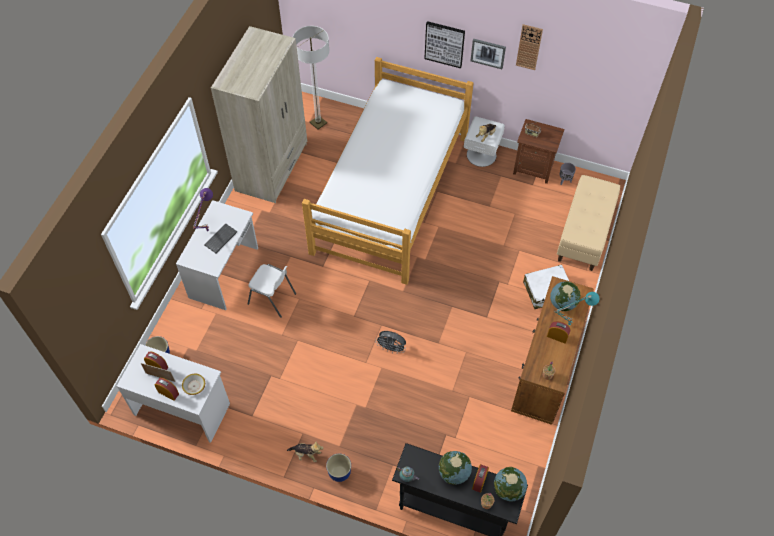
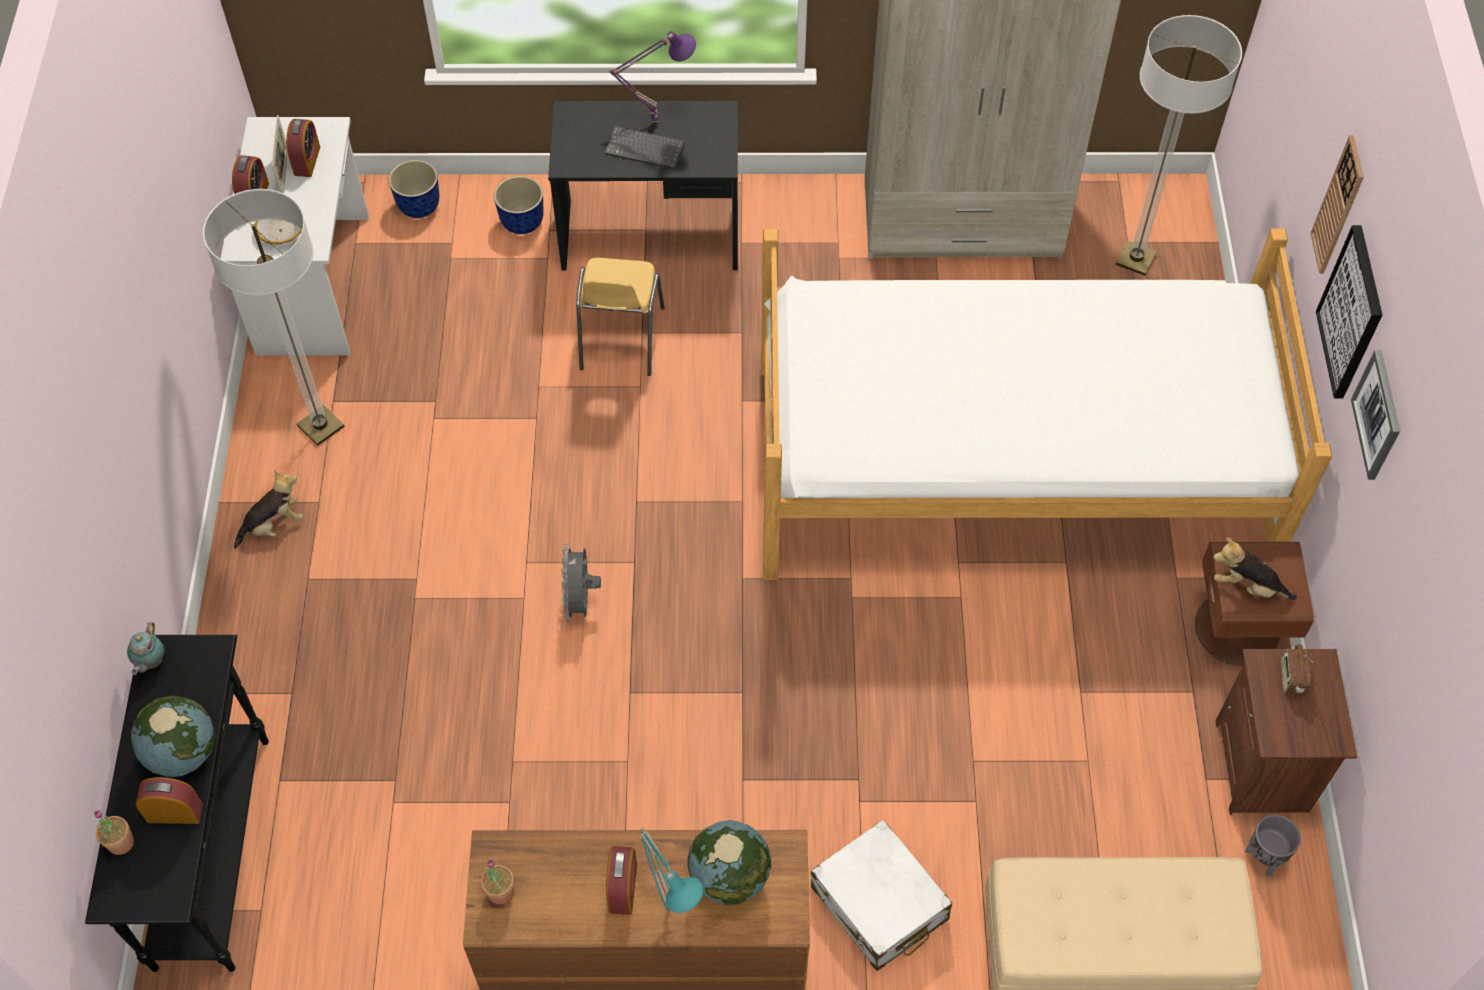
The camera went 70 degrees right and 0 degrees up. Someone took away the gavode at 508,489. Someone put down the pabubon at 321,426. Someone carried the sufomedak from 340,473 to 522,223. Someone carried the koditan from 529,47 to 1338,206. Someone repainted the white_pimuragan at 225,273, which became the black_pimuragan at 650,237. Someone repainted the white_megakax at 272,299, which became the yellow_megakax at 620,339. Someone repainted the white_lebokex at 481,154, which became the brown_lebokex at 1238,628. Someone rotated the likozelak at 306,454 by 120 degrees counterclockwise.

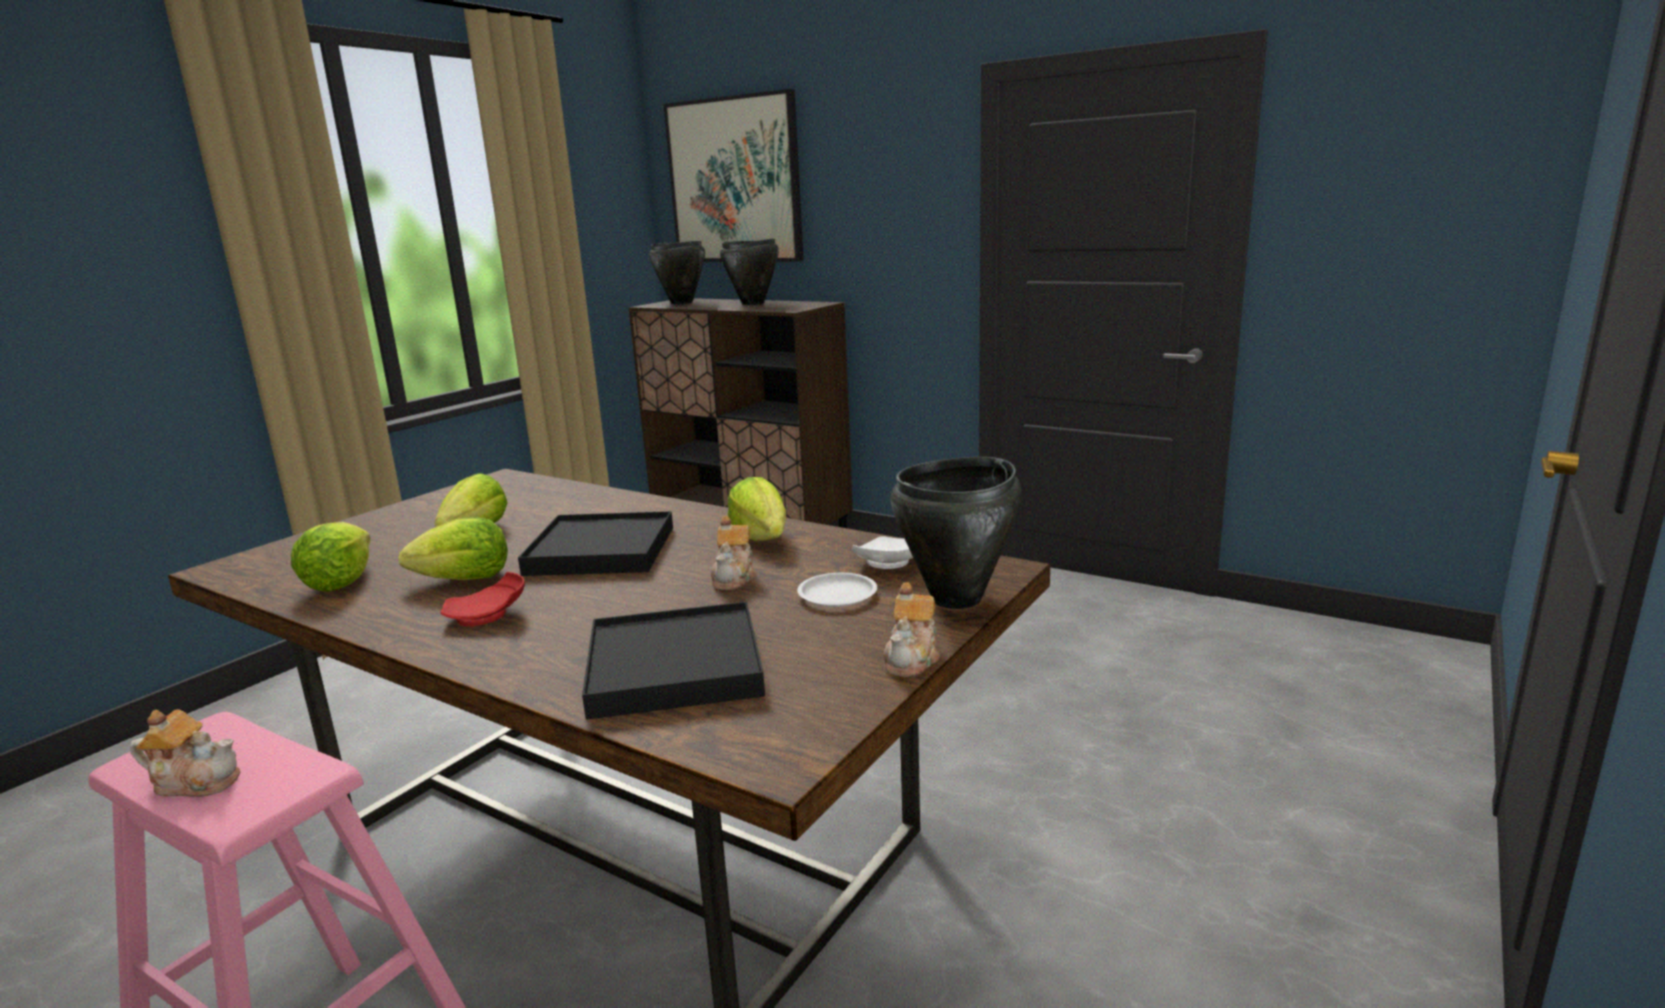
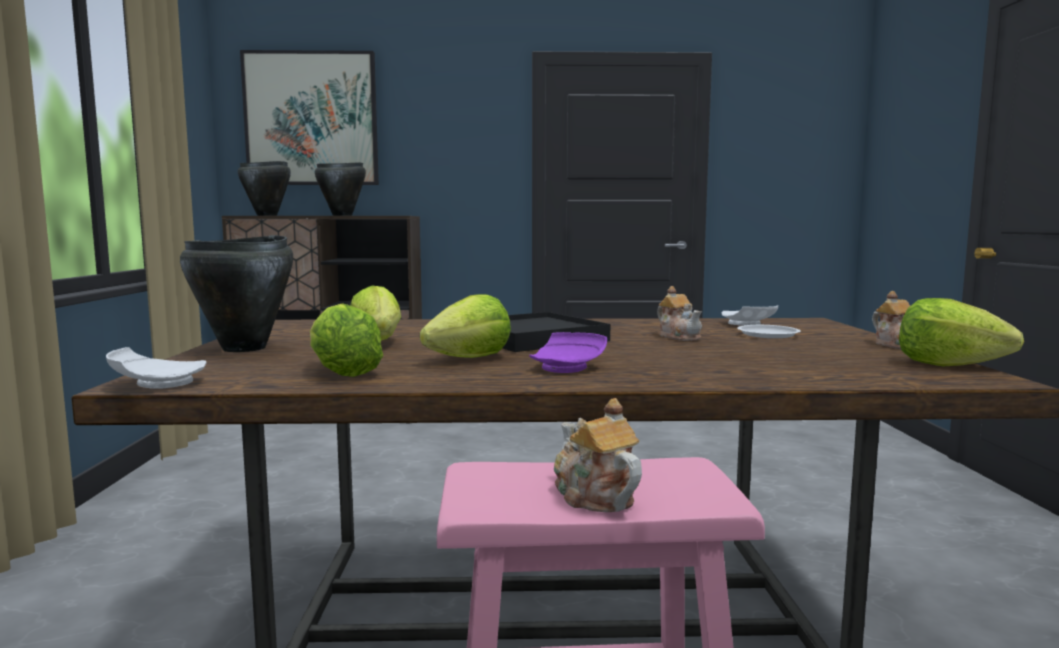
The camera went 35 degrees left and 10 degrees down. Someone took away the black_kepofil at 675,667. Someone put down the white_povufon at 157,384. Someone carried the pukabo from 761,538 to 948,364. Someone carried the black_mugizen from 957,599 to 245,348. Someone repainted the red_povufon at 488,616, which became the purple_povufon at 568,367. Someone rotated the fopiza at 196,781 by 90 degrees counterclockwise.

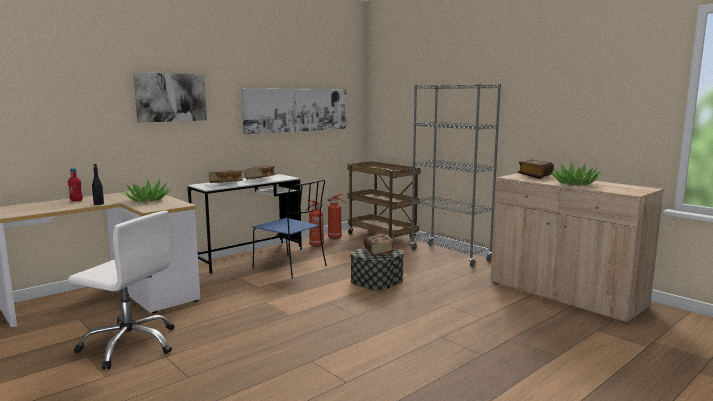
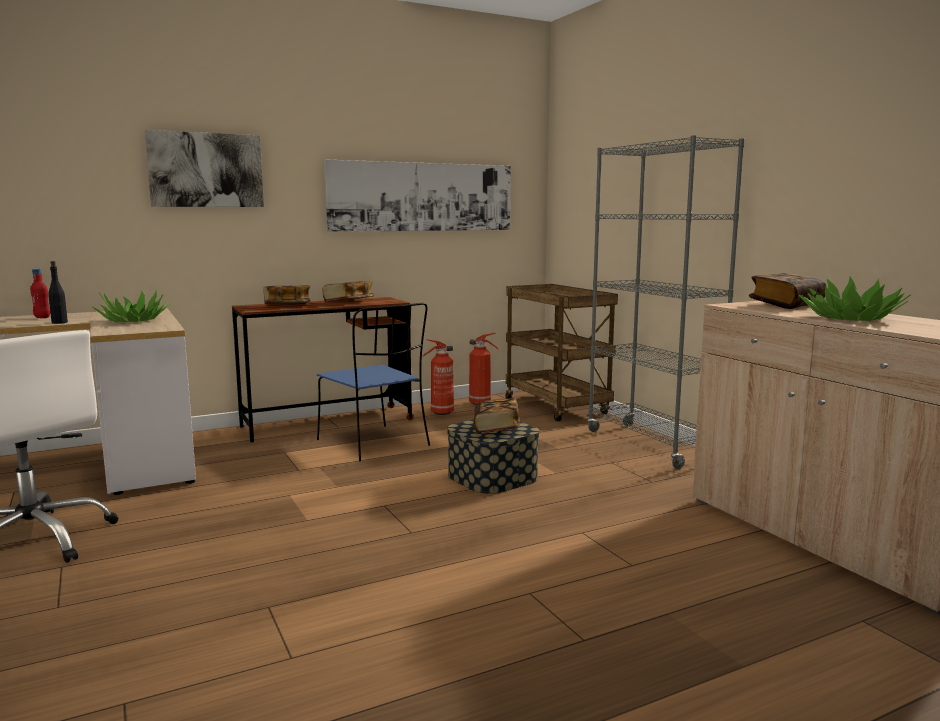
The camera went 15 degrees right and 0 degrees up. Someone repainted the white_pimuragan at 249,257, which became the brown_pimuragan at 327,423.

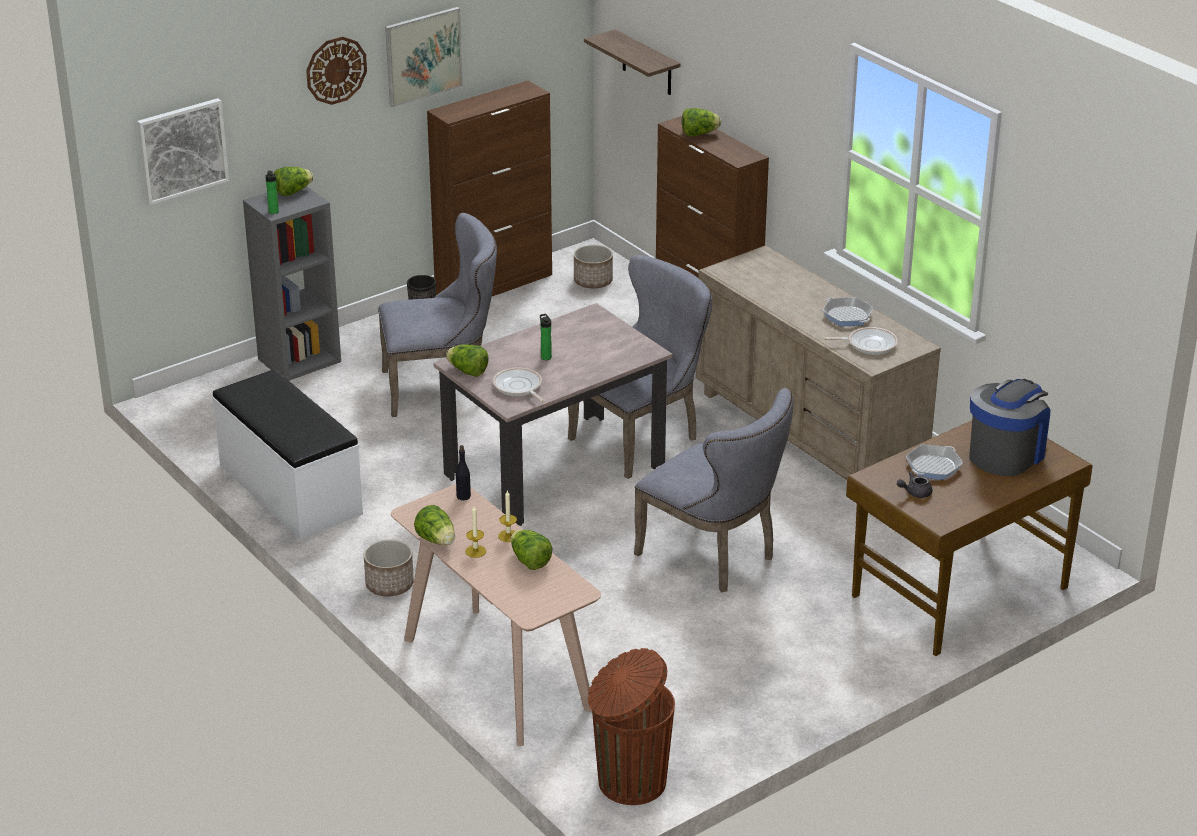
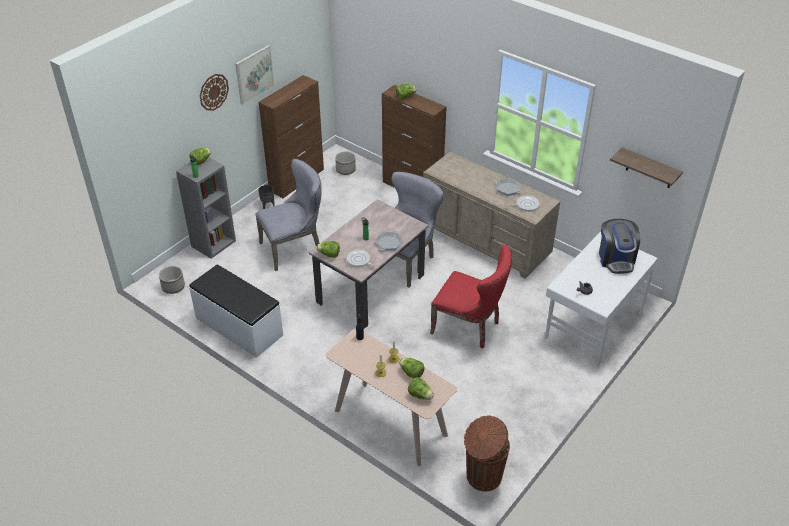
The camera went 15 degrees left and 10 degrees up. Someone took away the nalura at 182,150. Someone carried the sufomedak from 389,585 to 173,287. Someone carried the pukabo from 437,540 to 420,395. Someone carried the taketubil from 647,64 to 649,169. Someone carried the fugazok from 933,466 to 388,243. Someone repainted the grey_megakax at 714,557, which became the red_megakax at 470,327. Someone repainted the brown_pimuragan at 957,591, which became the white_pimuragan at 592,325. Someone rotated the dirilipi at 1006,454 by 150 degrees clockwise.

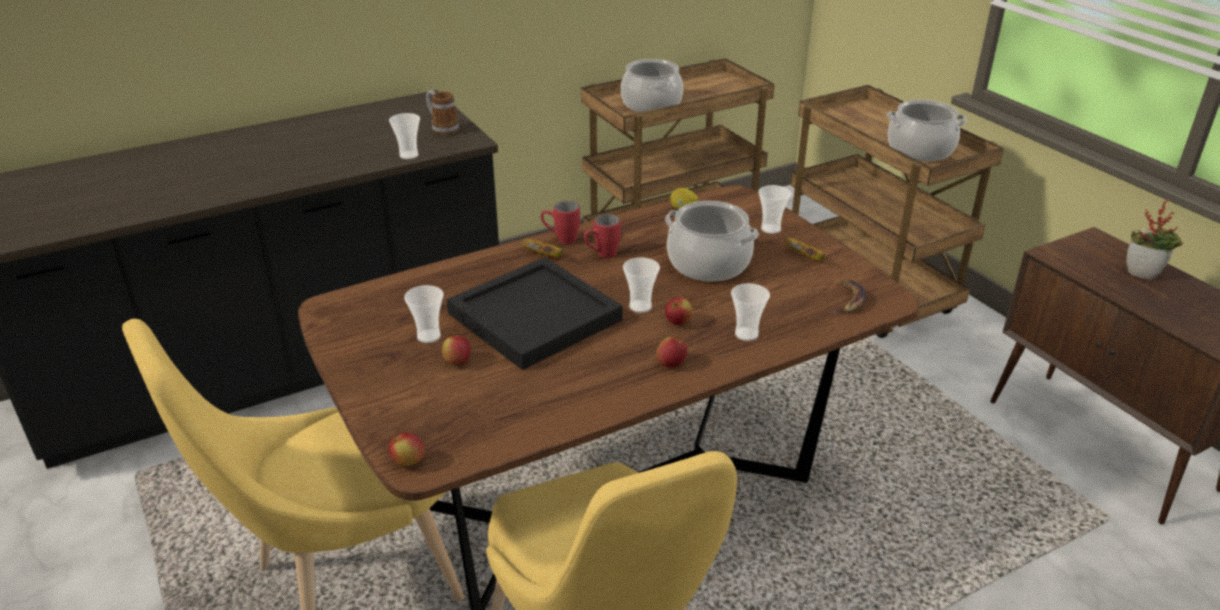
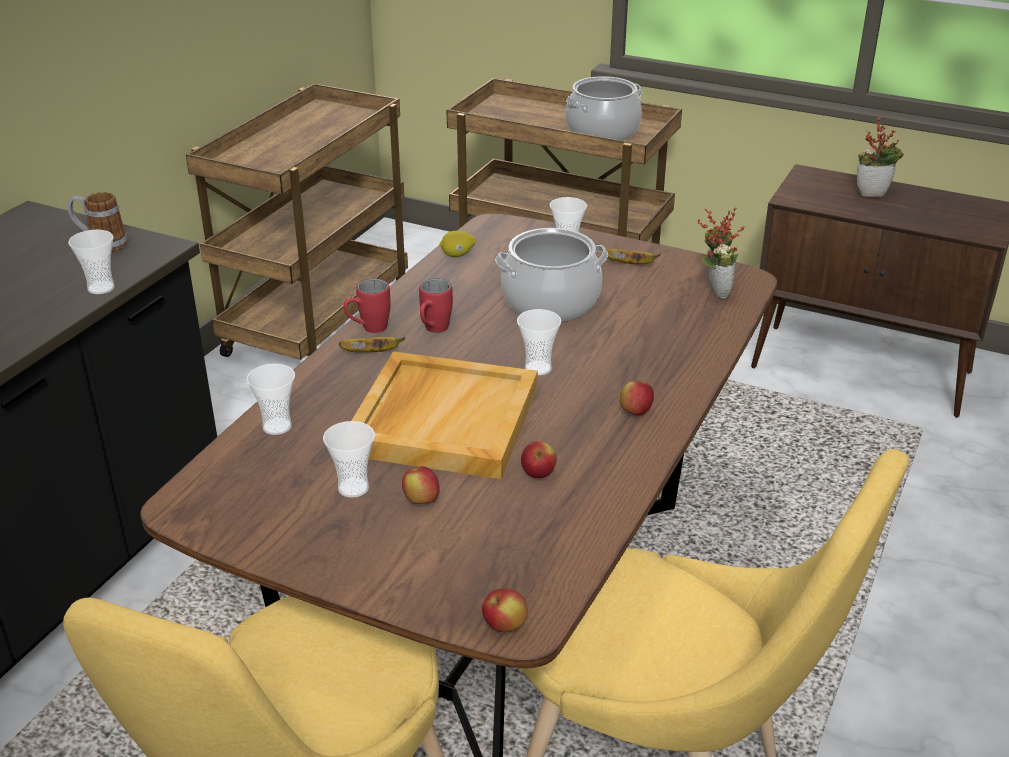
The camera went 35 degrees left and 0 degrees up. Someone took away the mugizen at 651,104. Someone carried the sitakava from 678,322 to 538,474. Someone carried the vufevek from 746,334 to 277,426. Someone swapped the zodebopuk at 849,300 for the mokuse at 714,291. Someone repainted the black_kepofil at 535,315, which became the beige_kepofil at 443,419.

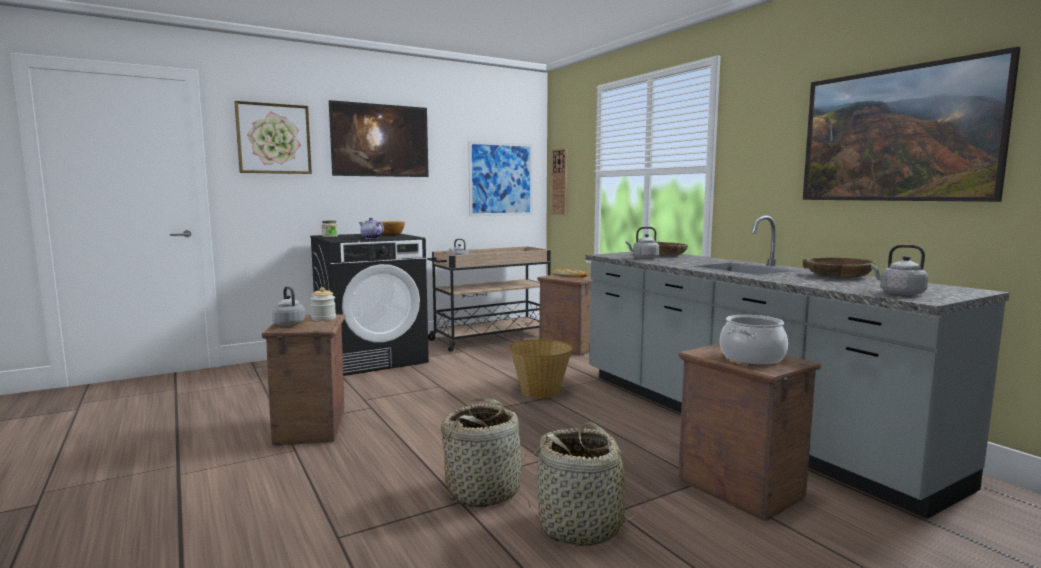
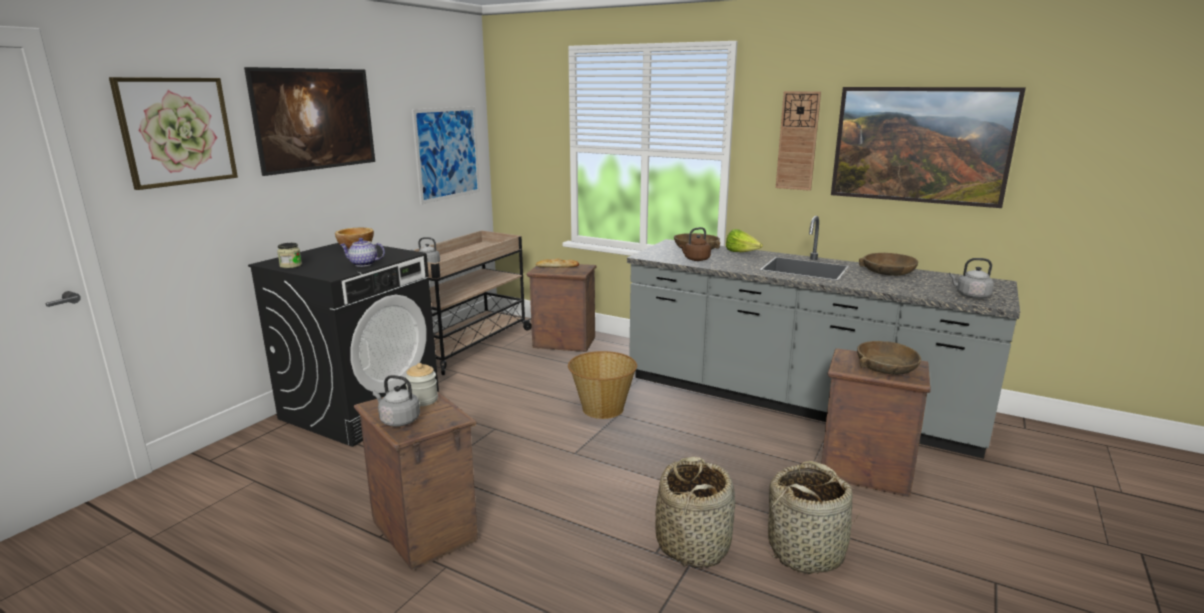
The camera went 30 degrees left and 10 degrees up. Someone put down the pukabo at 741,253. Someone carried the koditan from 559,182 to 797,141. Someone swapped the mugizen at 752,358 for the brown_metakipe at 886,367. Someone repainted the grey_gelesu at 644,258, which became the brown_gelesu at 695,259.

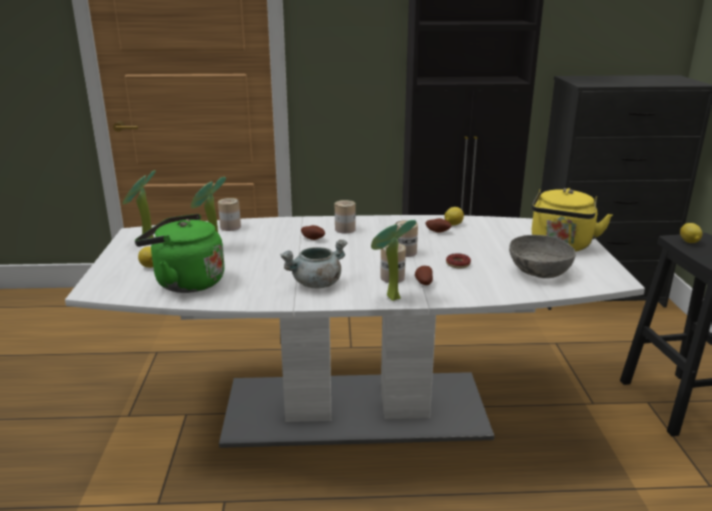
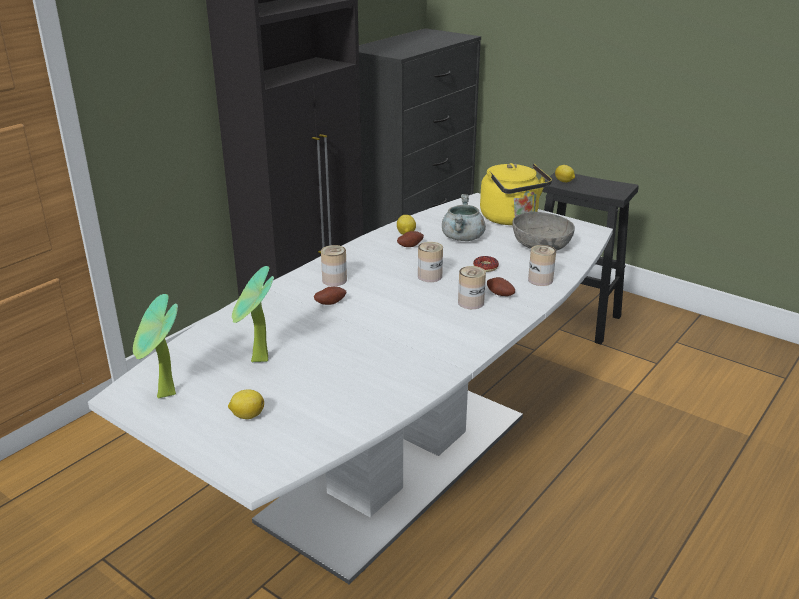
The camera went 50 degrees left and 5 degrees up. Someone took away the green_gelesu at 185,282. Someone took away the mokuse at 389,298. Someone carried the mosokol from 230,227 to 540,280. Someone carried the grey_mugizen from 316,284 to 463,238.

